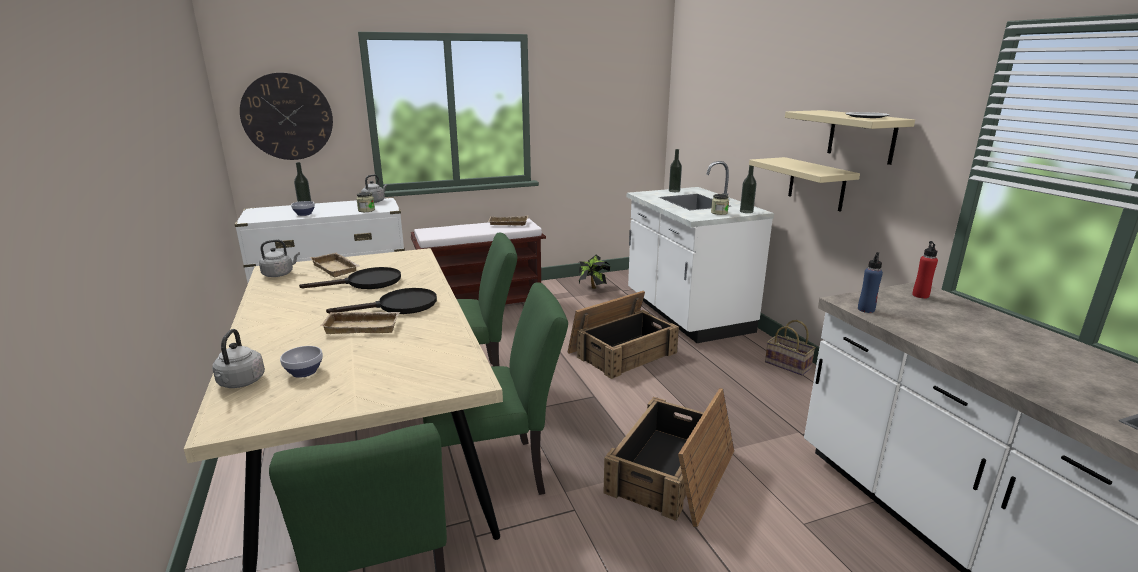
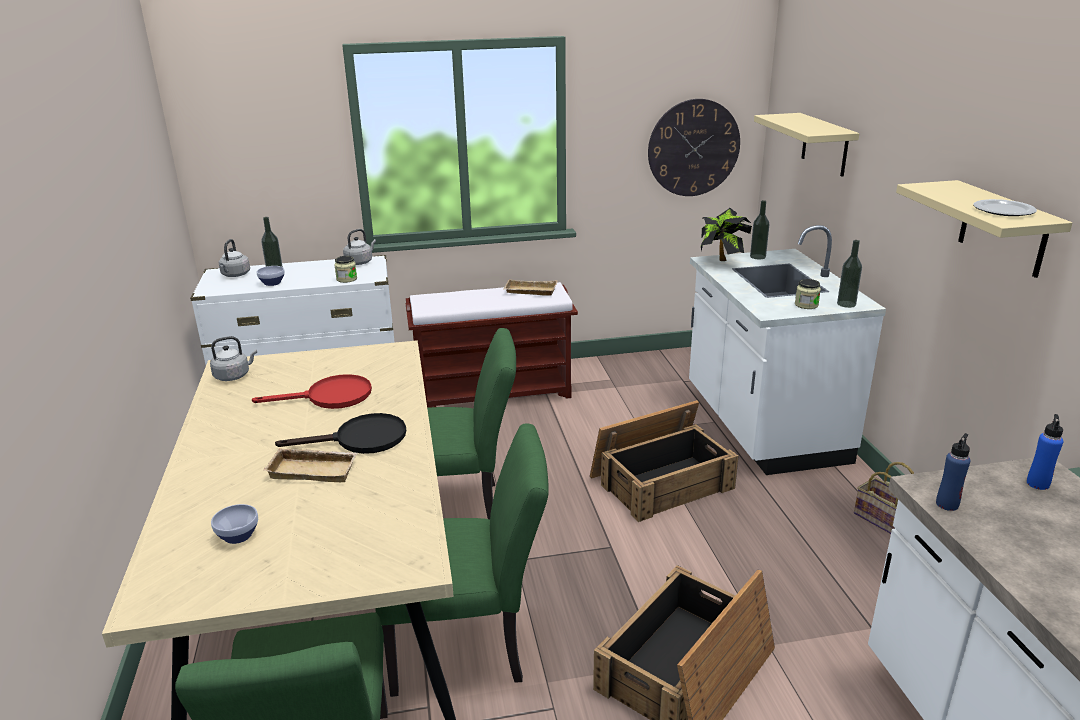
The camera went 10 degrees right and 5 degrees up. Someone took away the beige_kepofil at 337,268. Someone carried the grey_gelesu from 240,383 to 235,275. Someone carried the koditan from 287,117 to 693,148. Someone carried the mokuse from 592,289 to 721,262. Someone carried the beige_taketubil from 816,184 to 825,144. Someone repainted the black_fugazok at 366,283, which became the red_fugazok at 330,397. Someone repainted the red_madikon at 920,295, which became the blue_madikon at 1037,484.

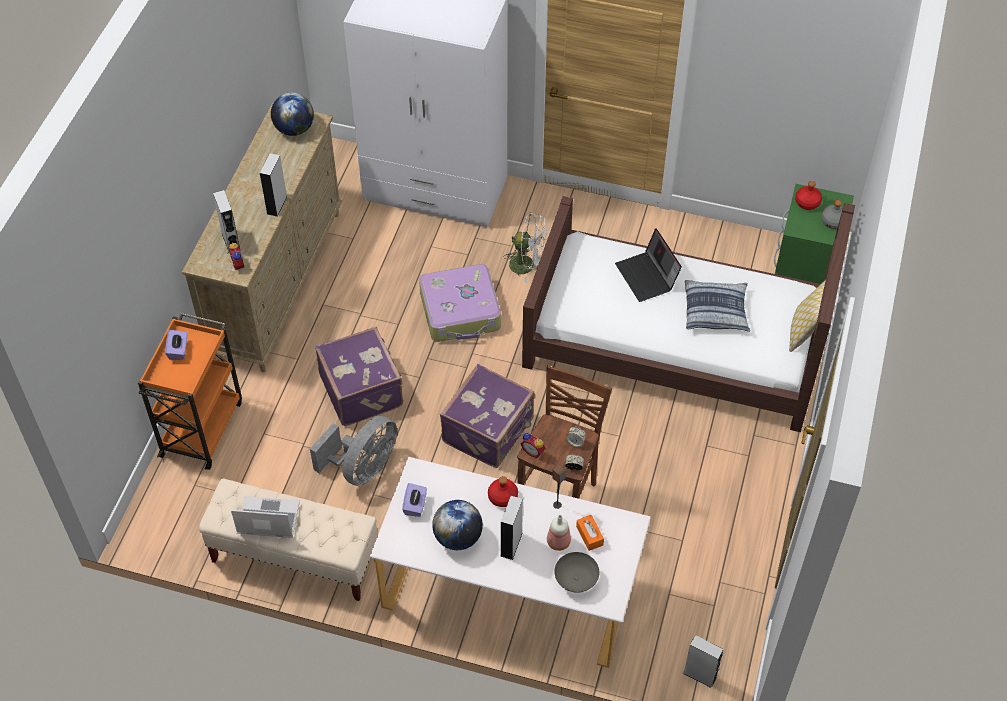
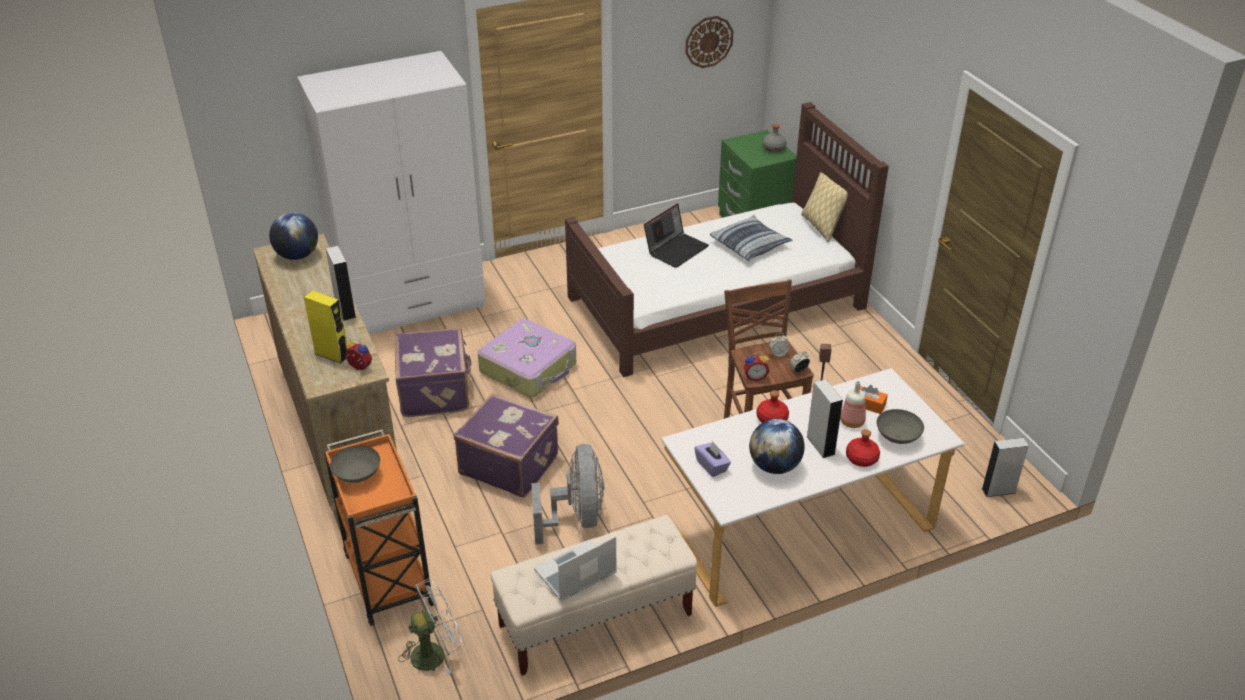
The camera went 40 degrees left and 15 degrees down. Someone put up the koditan at 708,41. Someone carried the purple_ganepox from 489,431 to 436,391. Someone carried the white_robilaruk from 527,265 to 435,652. Someone carried the red_madikon from 807,202 to 861,458. Someone swapped the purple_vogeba at 178,350 for the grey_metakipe at 357,475. Someone repainted the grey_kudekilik at 231,242, which became the yellow_kudekilik at 332,354. Someone rotated the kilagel at 647,277 by 75 degrees counterclockwise.

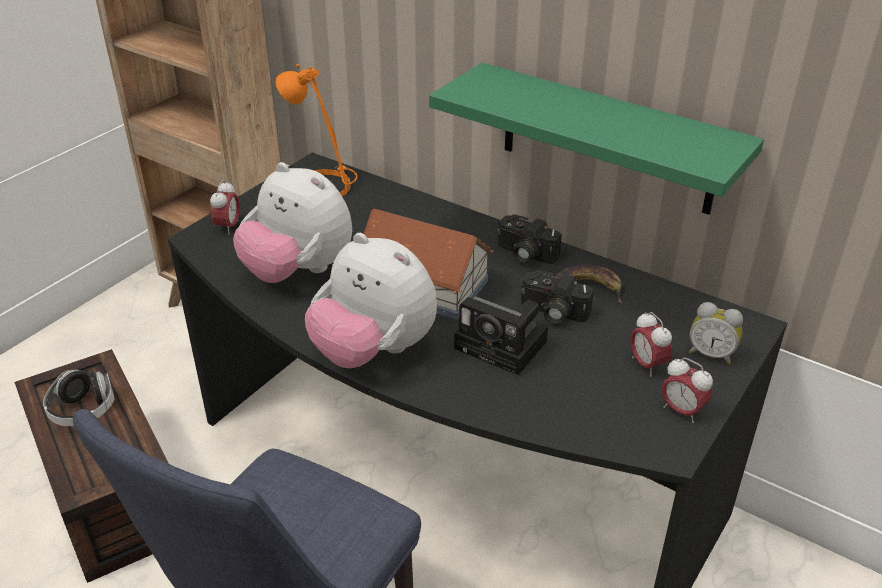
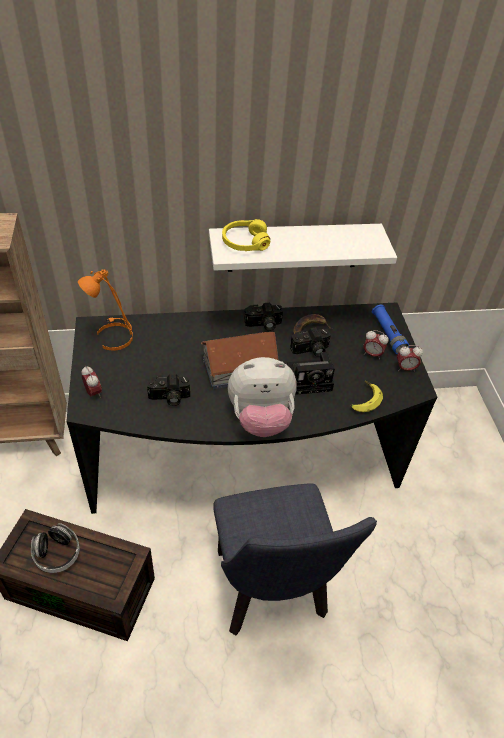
The camera went 45 degrees left and 10 degrees up. Someone put down the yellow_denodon at 245,242. Someone put down the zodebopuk at 363,400. Someone swapped the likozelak at 298,271 for the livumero at 169,397. Someone swapped the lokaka at 711,354 for the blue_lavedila at 388,334. Someone repainted the green_taketubil at 607,139, which became the white_taketubil at 294,247.

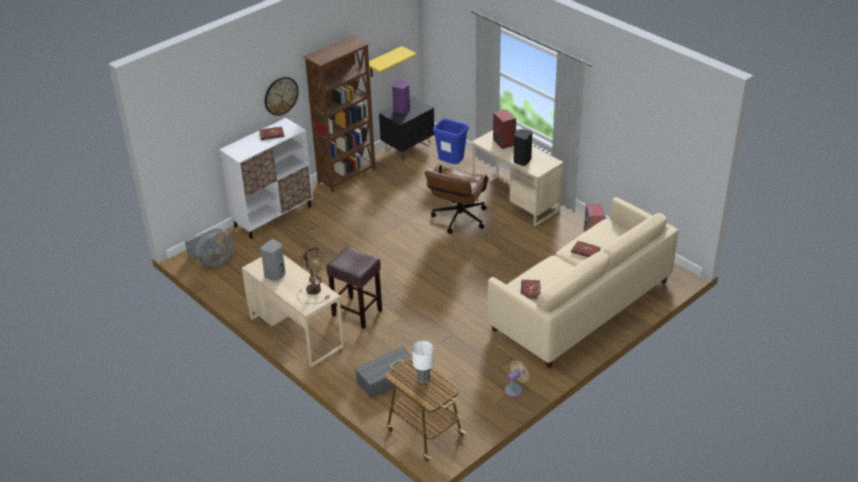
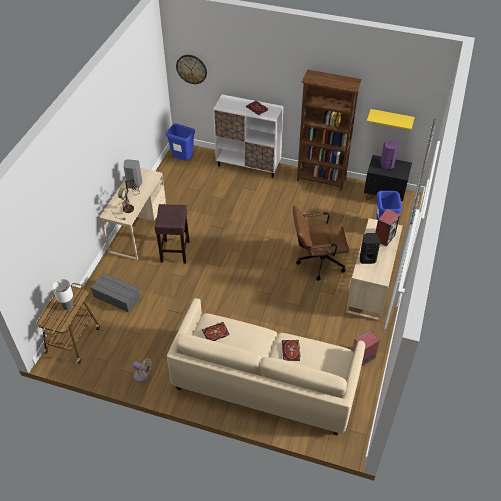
The camera went 60 degrees right and 10 degrees up. Someone carried the koditan from 281,95 to 191,69. Someone swapped the grey_robilaruk at 213,261 for the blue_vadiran at 183,160.

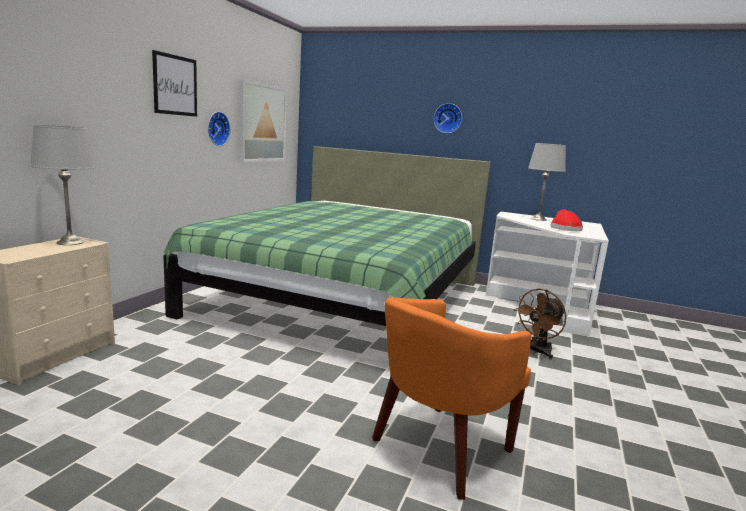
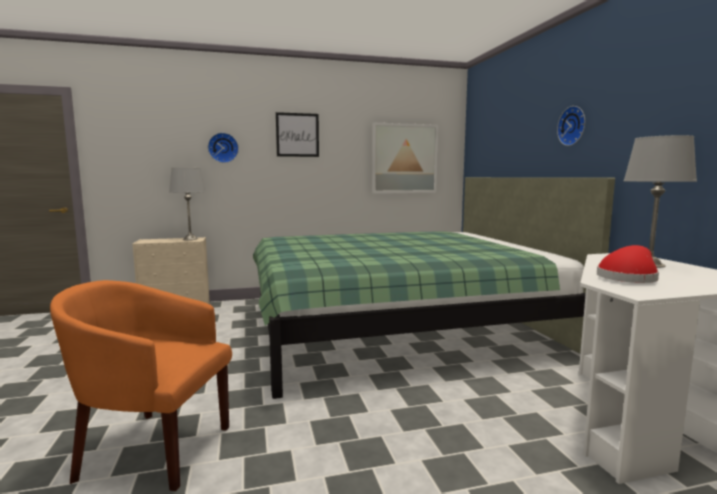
The camera went 55 degrees right and 5 degrees down. Someone took away the brown_robilaruk at 537,352. Someone carried the koditan from 217,128 to 223,148.

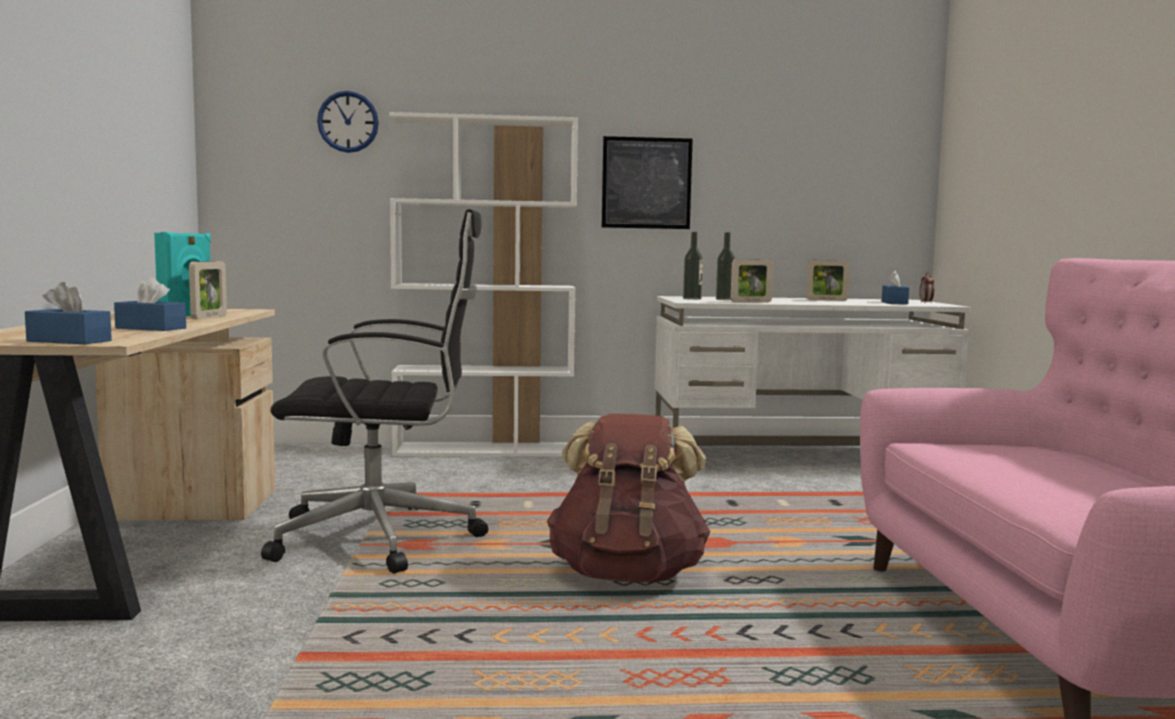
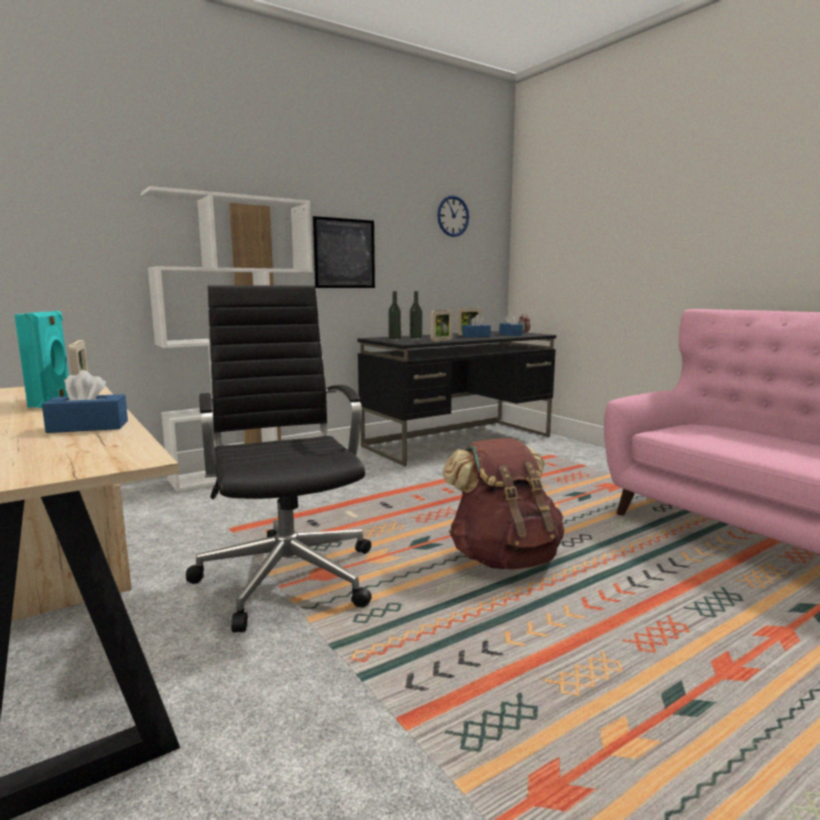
The camera went 30 degrees left and 5 degrees up. Someone carried the blue_vogeba from 69,341 to 476,336. Someone carried the koditan from 348,122 to 453,216. Someone repainted the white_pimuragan at 799,459, which became the black_pimuragan at 459,441. Someone rotated the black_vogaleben at 383,538 by 75 degrees counterclockwise.

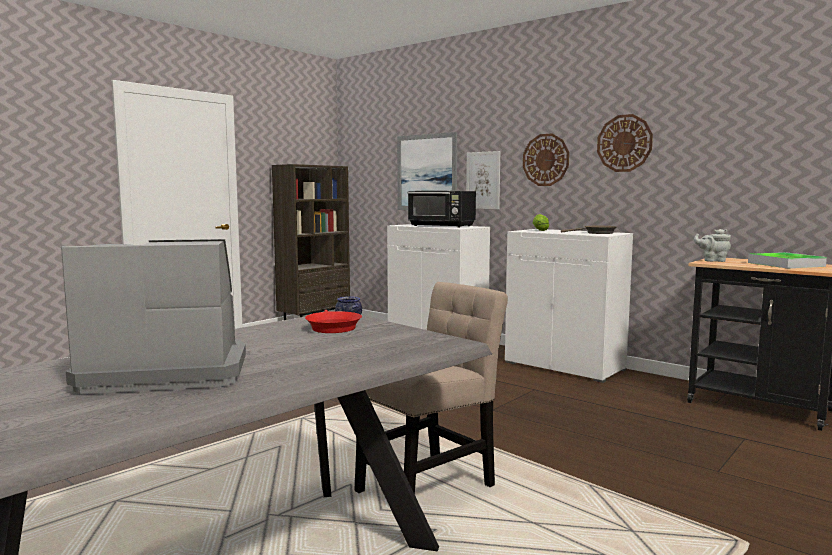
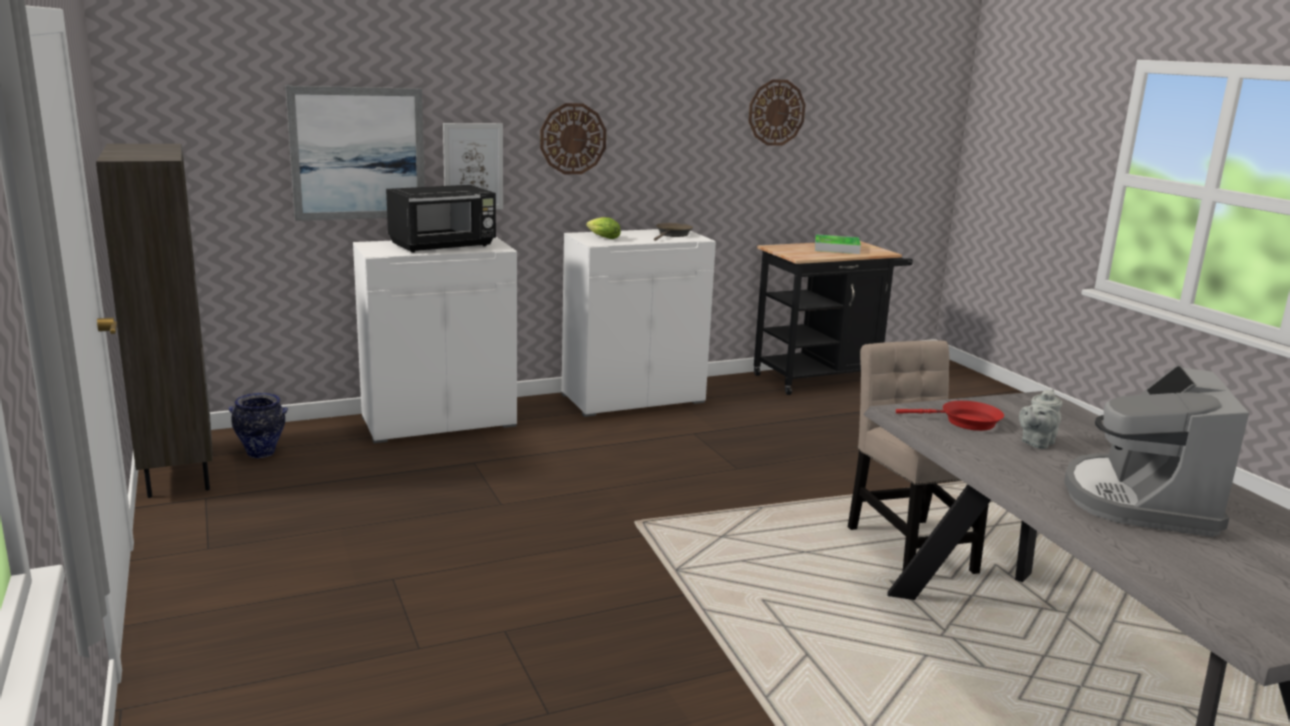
The camera went 65 degrees left and 10 degrees up. Someone carried the koditan from 624,143 to 776,112. Someone carried the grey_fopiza from 712,260 to 1036,443.

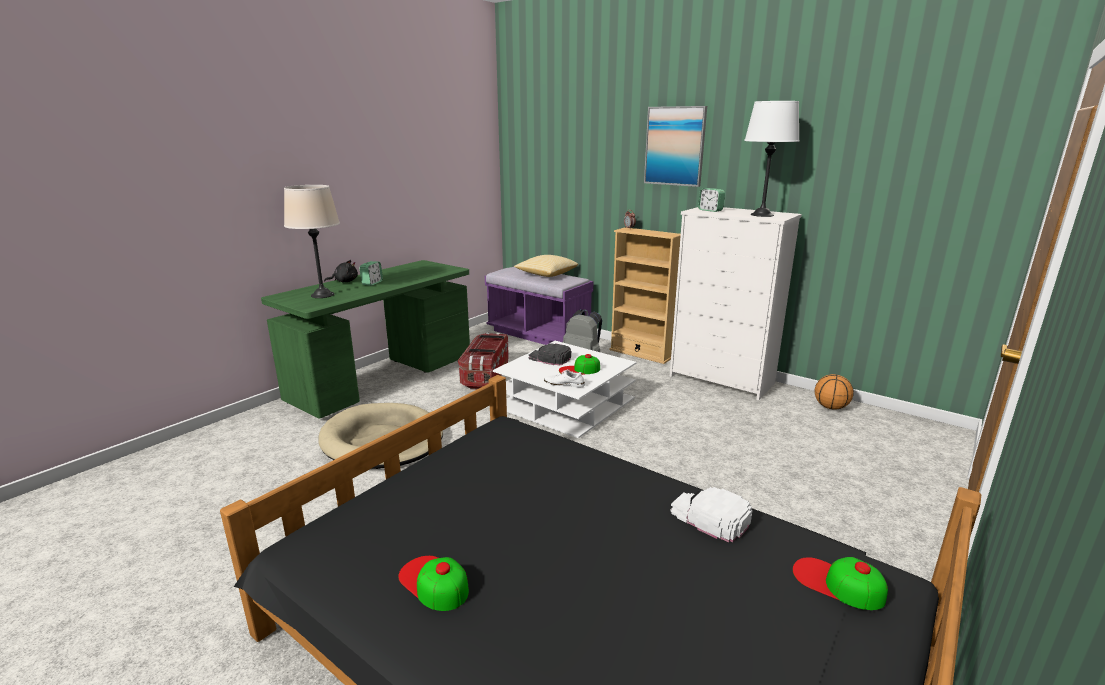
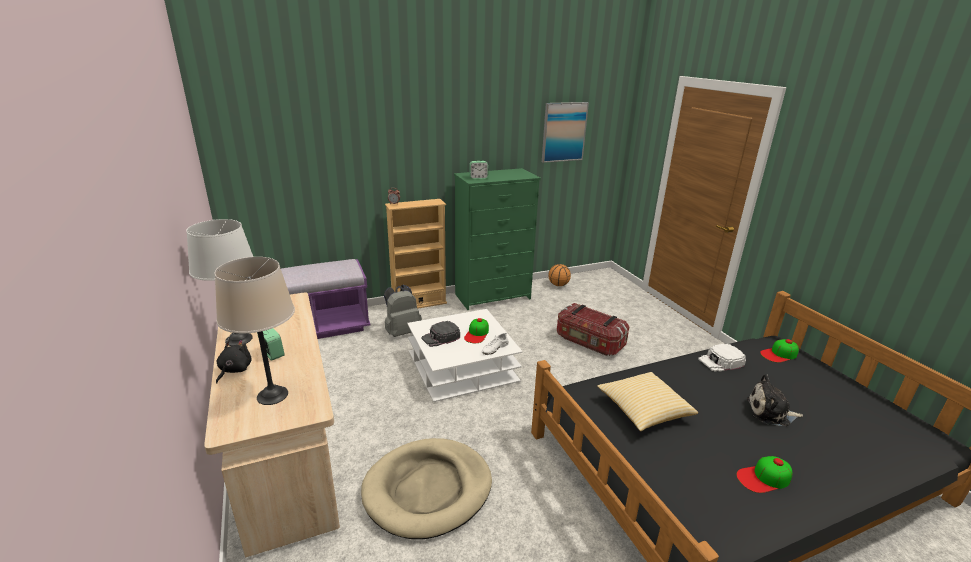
The camera went 60 degrees left and 5 degrees up. Someone put down the likozelak at 770,412. Someone carried the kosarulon from 485,376 to 589,342. Someone carried the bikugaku from 546,274 to 643,410. Someone carried the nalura from 675,146 to 564,132. Someone carried the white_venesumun from 762,215 to 239,339. Someone repainted the green_pimuragan at 384,378, which became the beige_pimuragan at 286,453. Someone repainted the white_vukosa at 722,380, which became the green_vukosa at 493,296.

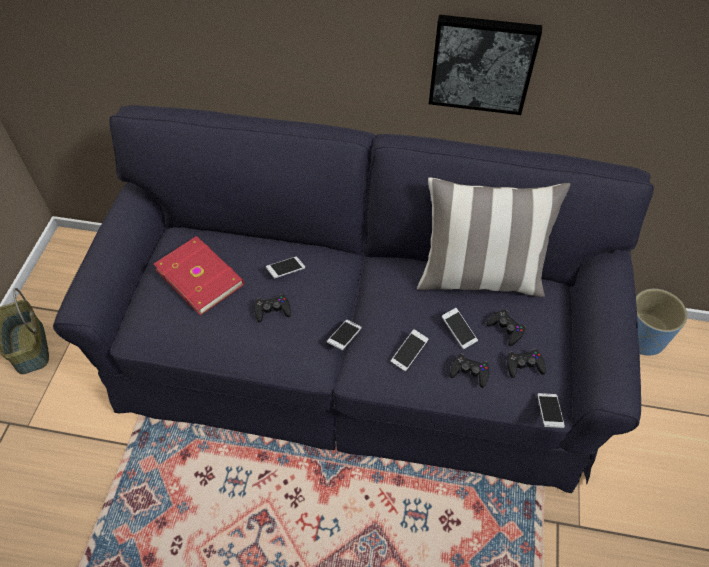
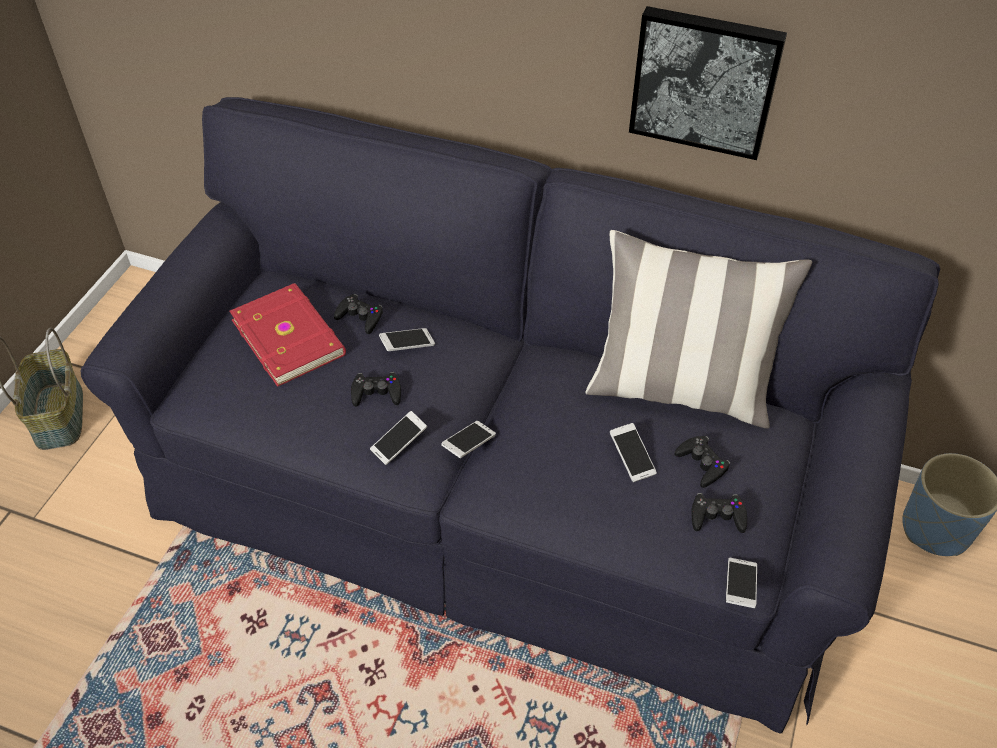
The camera went 10 degrees right and 5 degrees down. Someone carried the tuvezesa from 409,353 to 399,443. Someone carried the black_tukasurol from 469,372 to 360,317.

